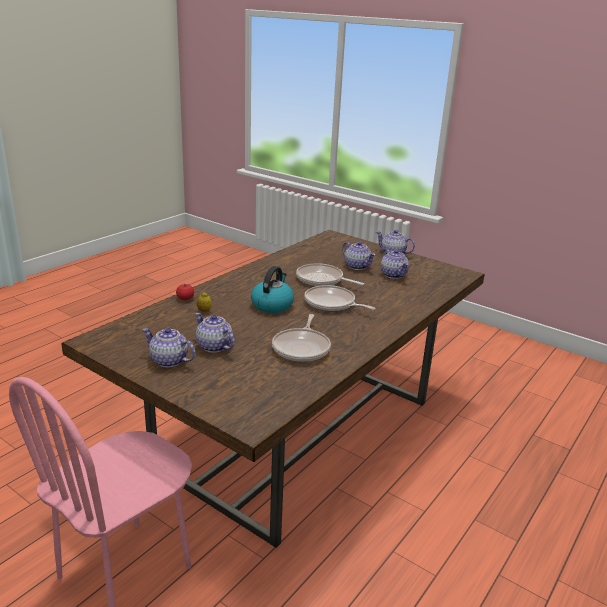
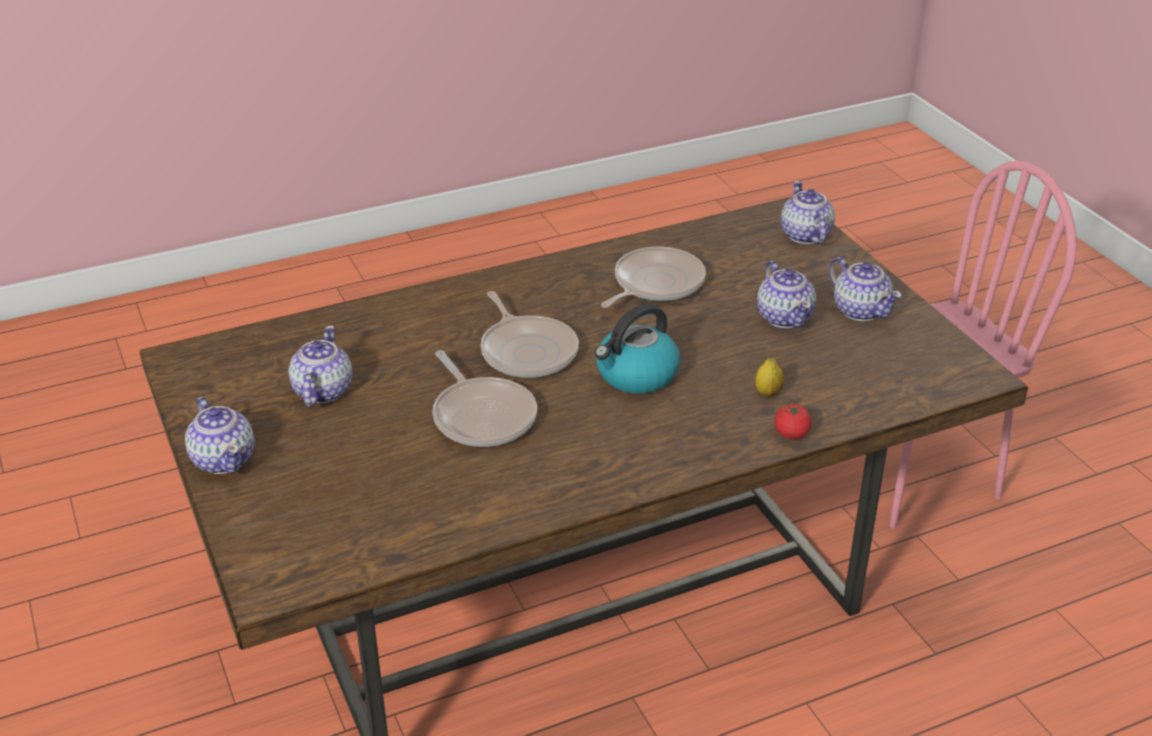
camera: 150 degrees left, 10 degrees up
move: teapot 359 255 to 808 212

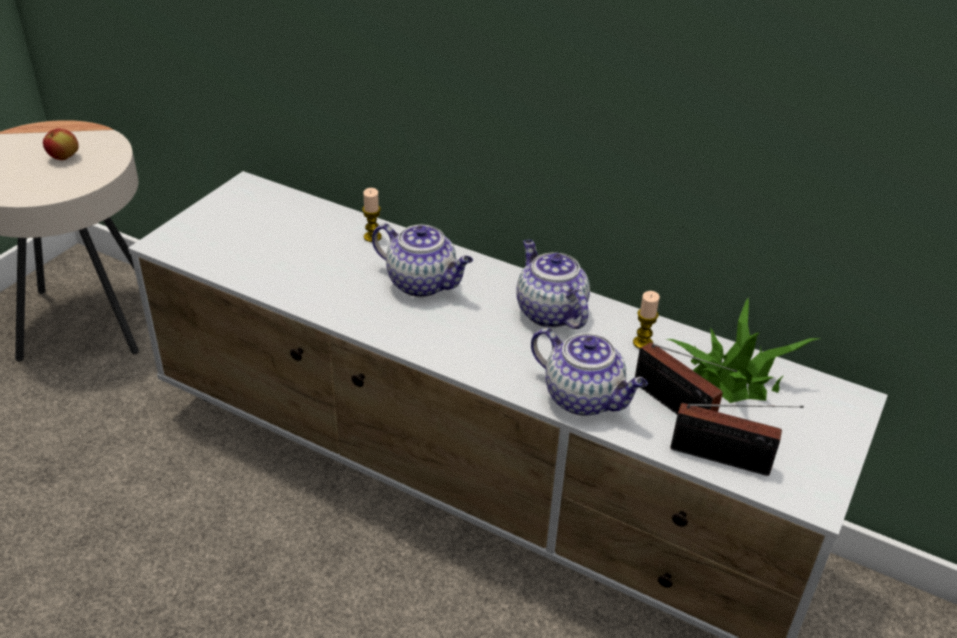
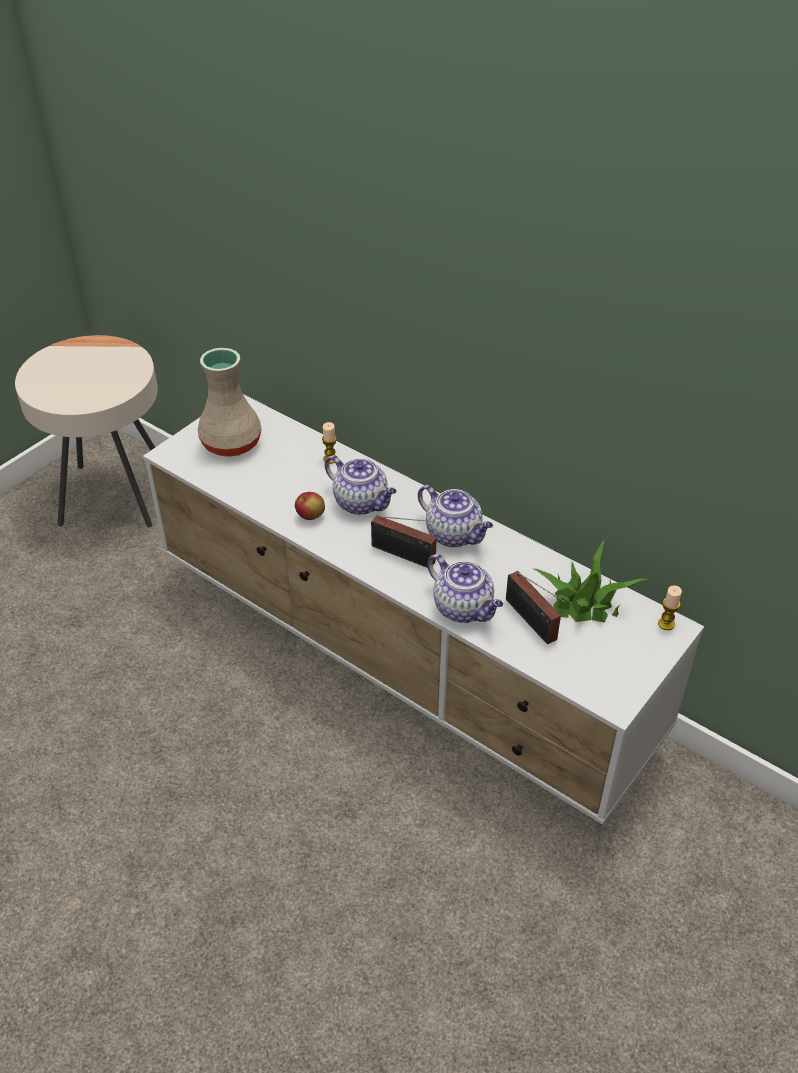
camera: 10 degrees right, 5 degrees up
insert: vase (beige) 230 402
move: apple 61 144 to 310 506; candle 646 320 to 670 607; radio 737 439 to 407 541
rotate: teapot 553 284 = 455 516 150 degrees clockwise

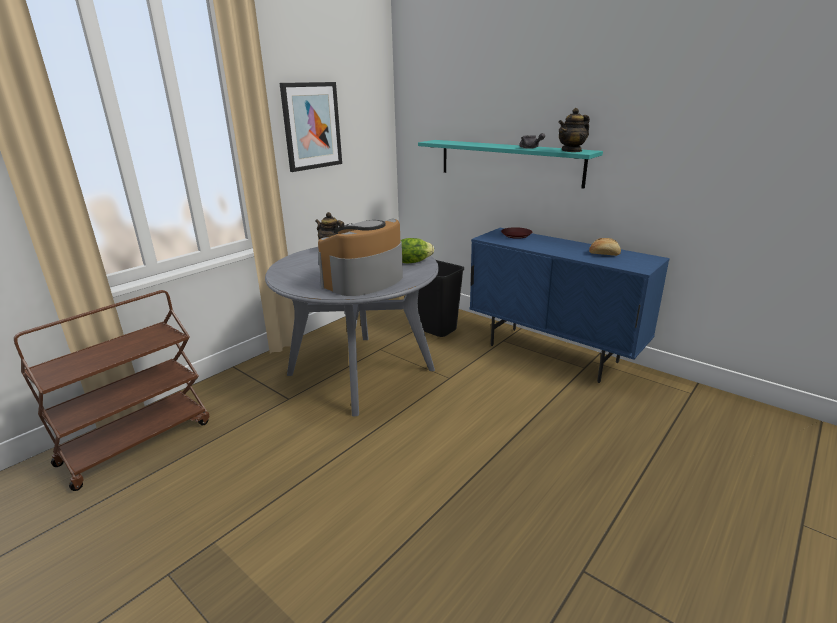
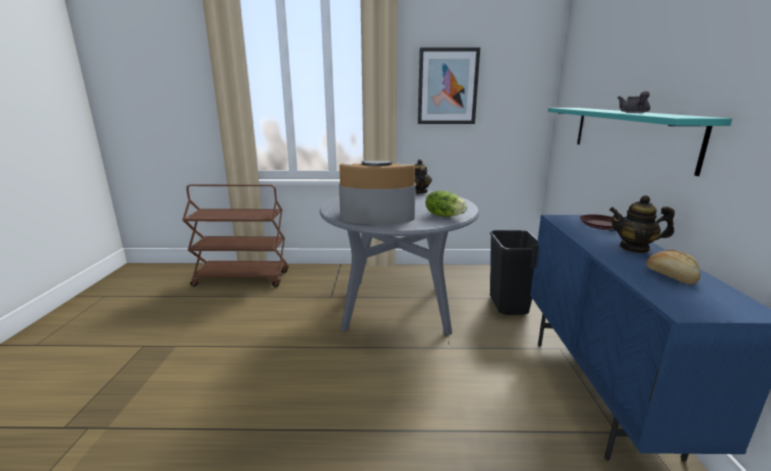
camera: 50 degrees right, 5 degrees down
move: teapot 574 130 to 642 224

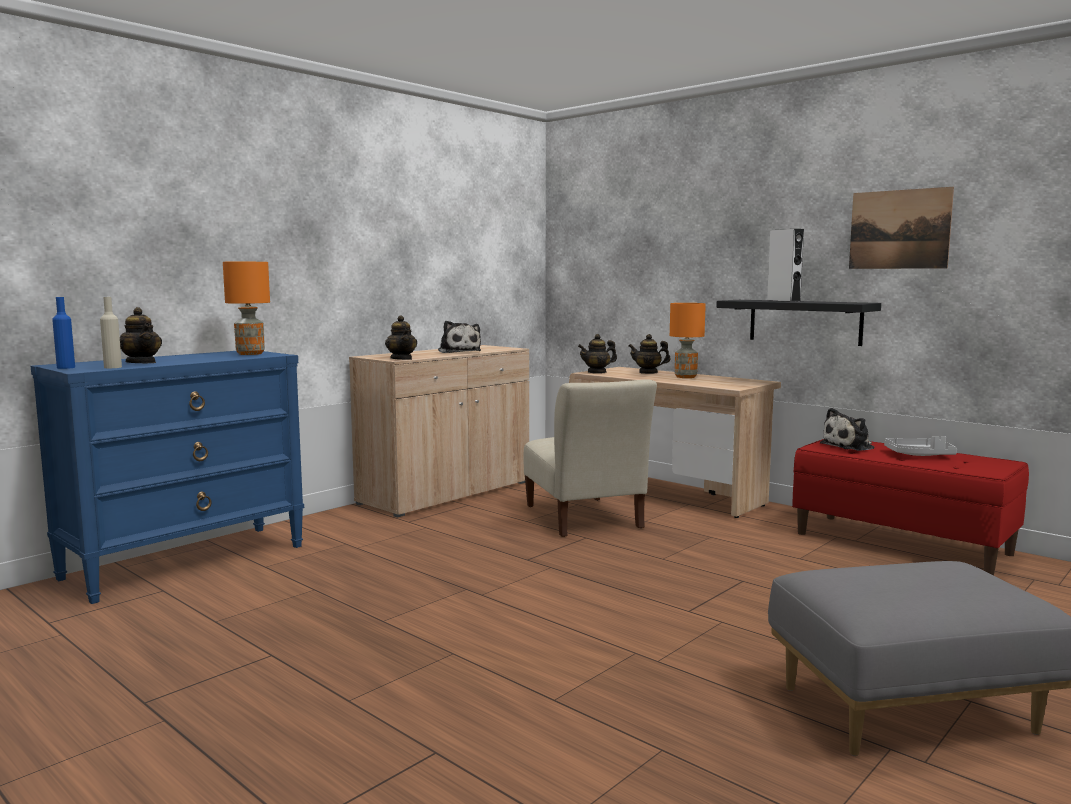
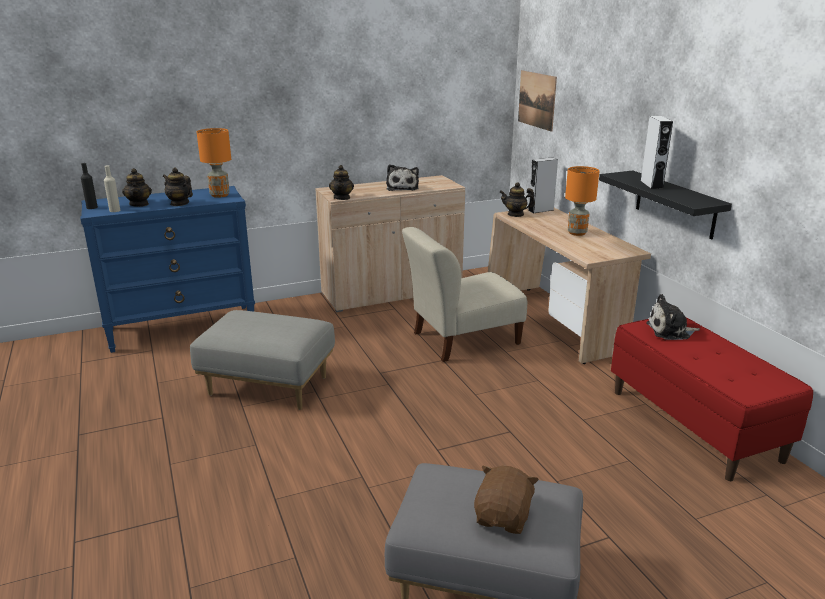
camera: 25 degrees right, 15 degrees up
delete: tray (grey) 920 446
insert: ottoman (grey) 262 360; plush toy (brown) 506 499; speaker (grey) 543 185
move: teapot 650 354 to 178 187; picture 901 228 to 537 101
recolor: bottle (blue) 63 333 to bottle (black) 89 186
rotate: chair (beige) 590 458 = 464 294 60 degrees clockwise

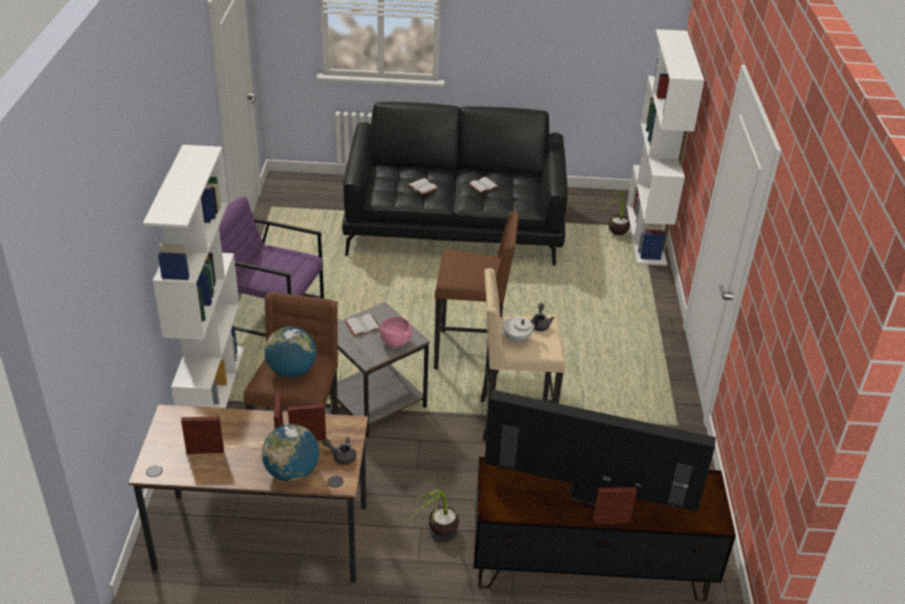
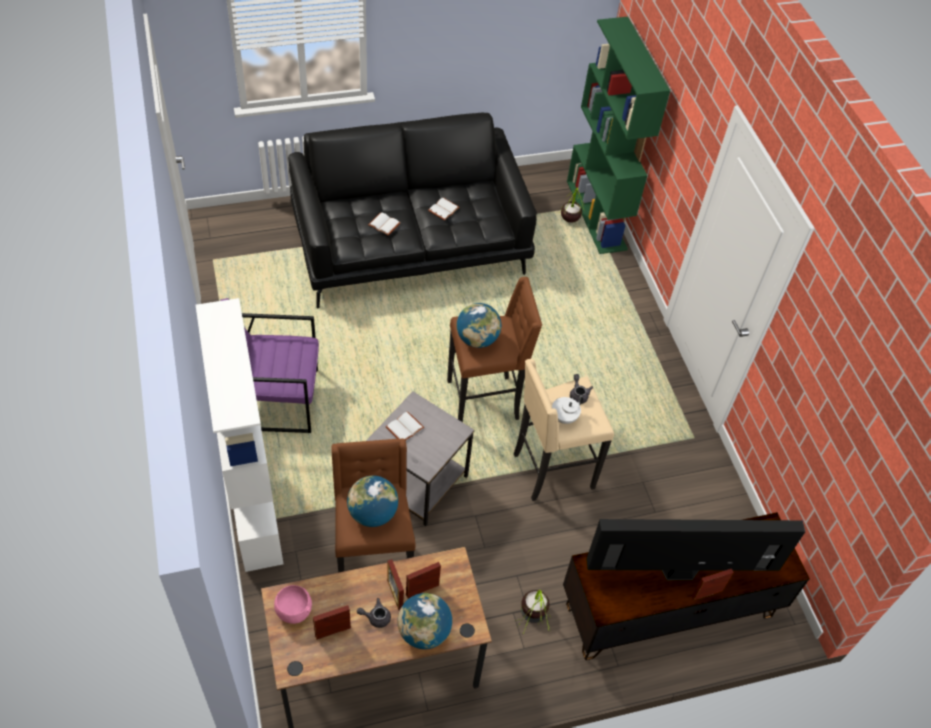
camera: 20 degrees left, 15 degrees up
insert: globe 479 325
move: teapot (grey) 339 451 to 374 613; bowl (pink) 396 332 to 293 604
recolor: bookcase (white) 665 147 to bookcase (green) 618 135

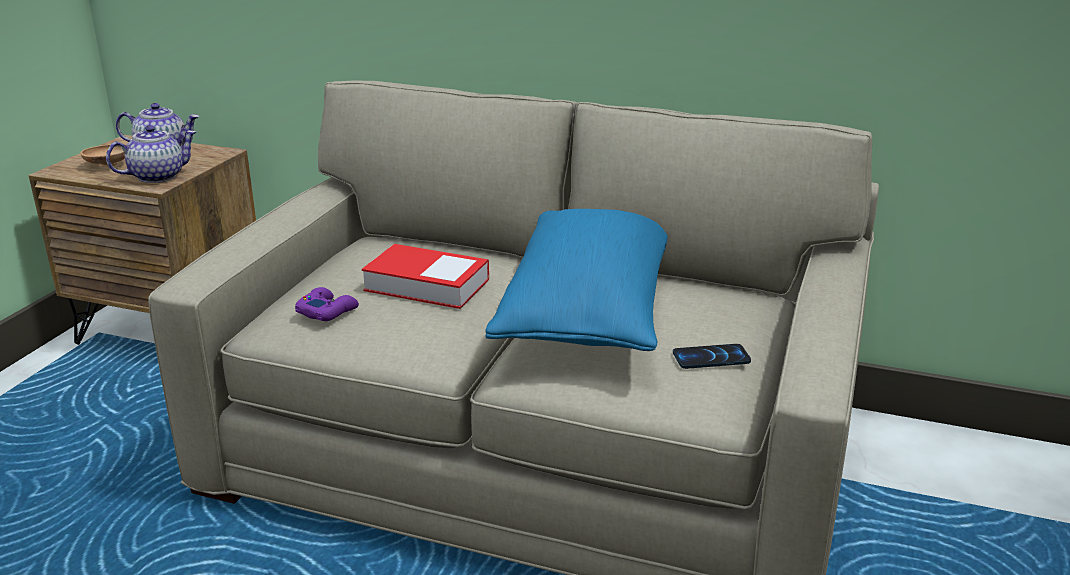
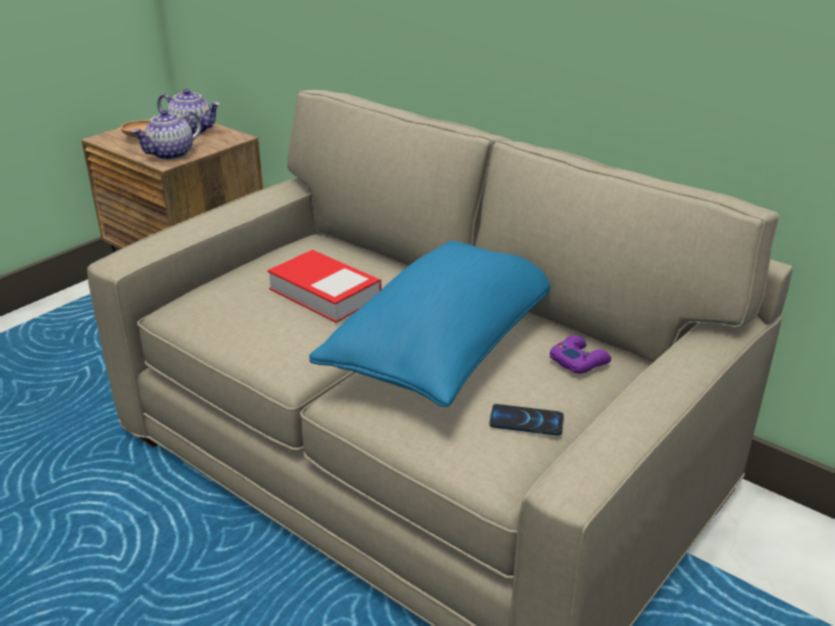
camera: 20 degrees right, 5 degrees up
move: game controller (purple) 327 304 to 580 354
rotate: teapot 151 154 = 166 135 150 degrees clockwise

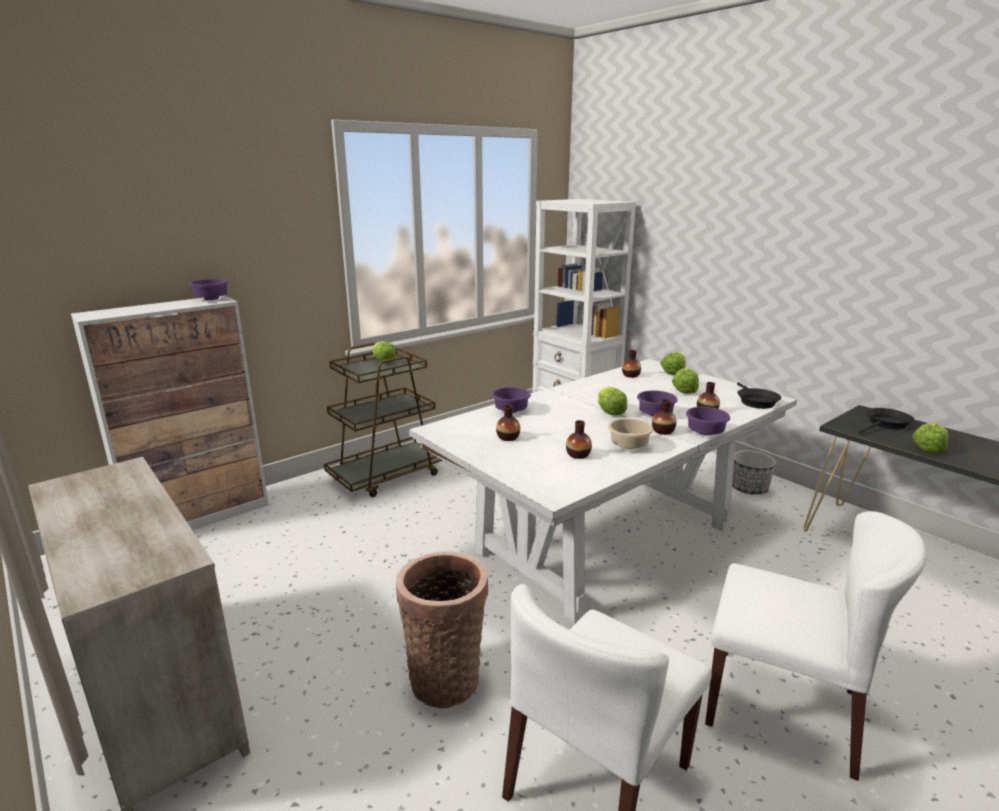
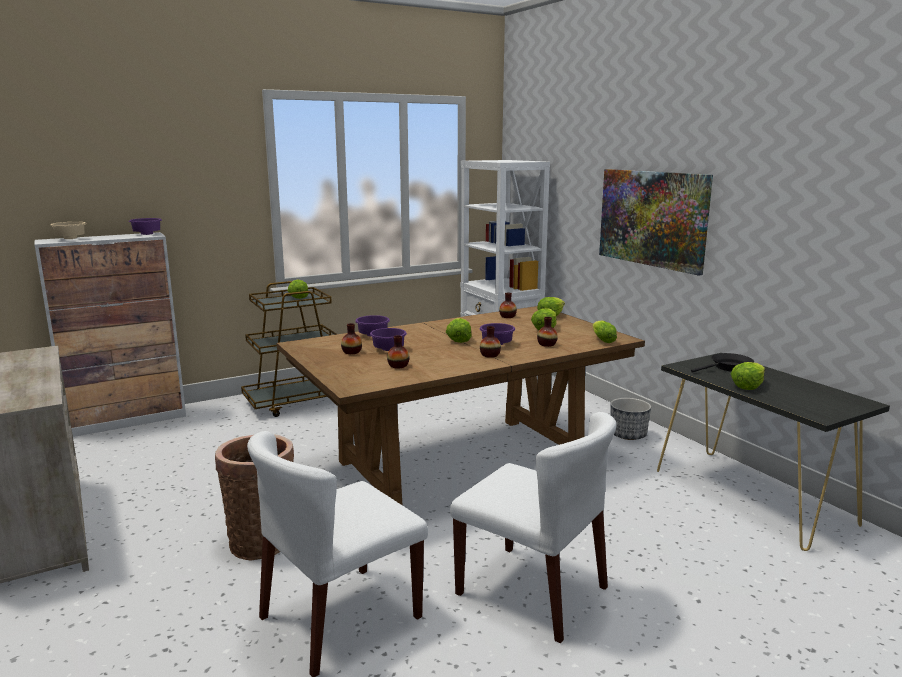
camera: 10 degrees right, 5 degrees down
insert: picture 656 222
move: bowl (beige) 630 433 to 68 230; bowl (purple) 708 421 to 388 339
replace: frying pan (black) 759 395 to lettuce 605 331
recolor: dining table (white) 603 491 to dining table (brown) 461 405

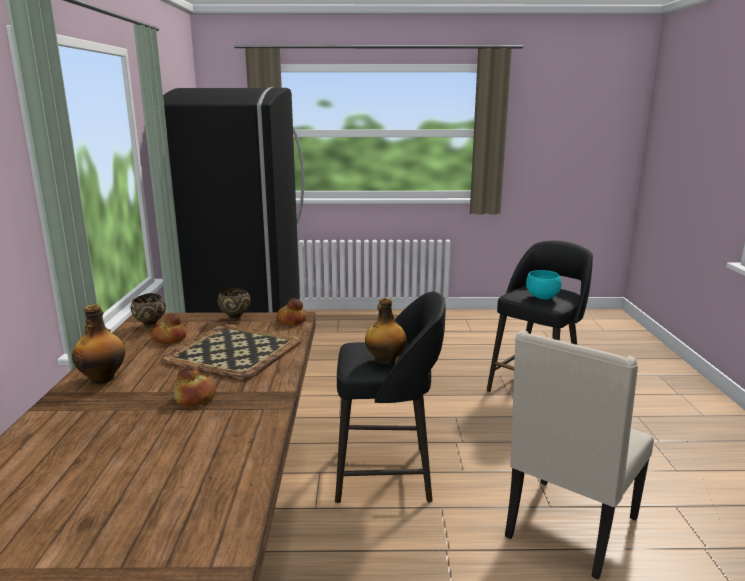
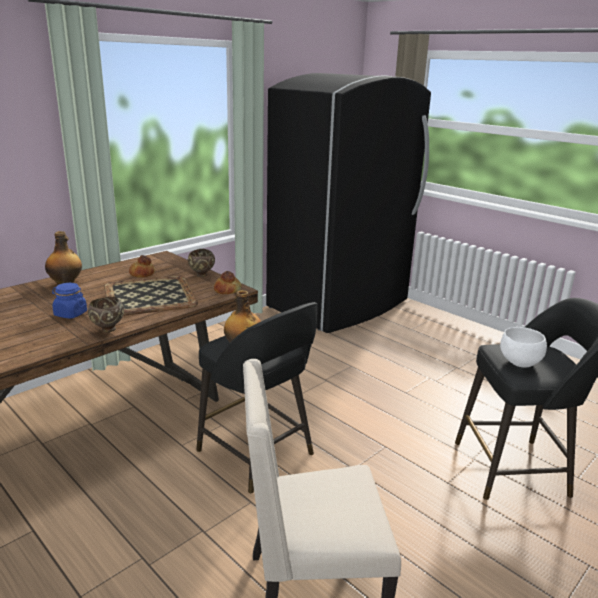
camera: 45 degrees right, 5 degrees up
move: bowl (brown) 148 310 to 106 314
replace: bread 195 386 to jar (blue) 69 301
recolor: bowl (turquoise) 544 285 to bowl (white) 523 347

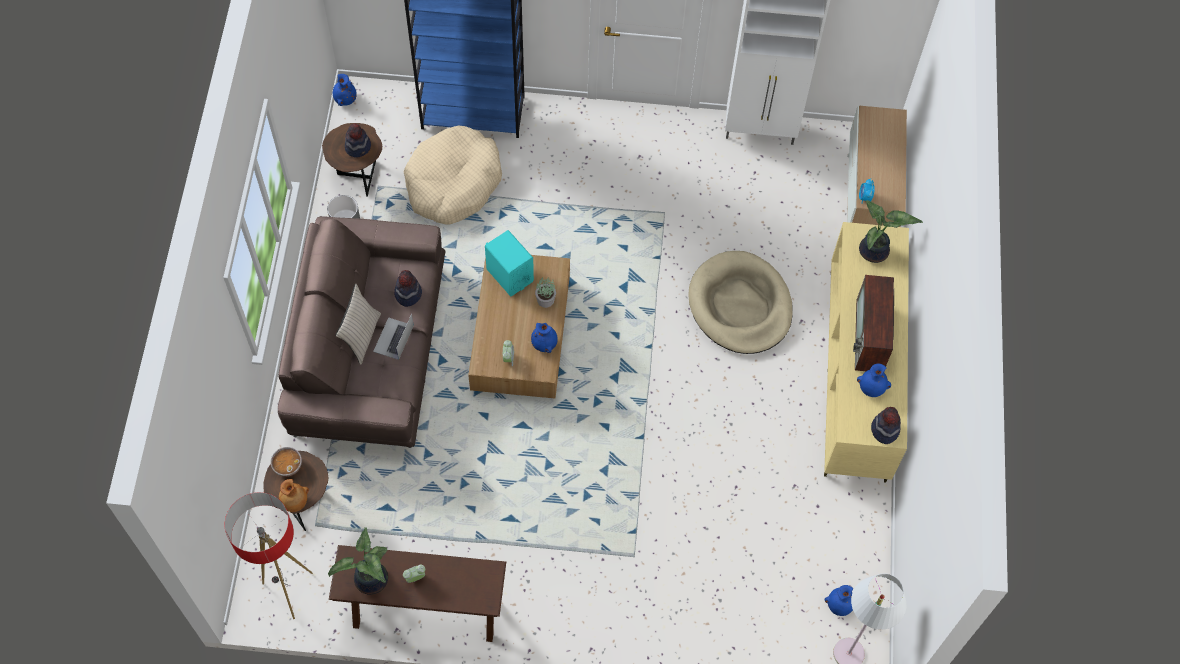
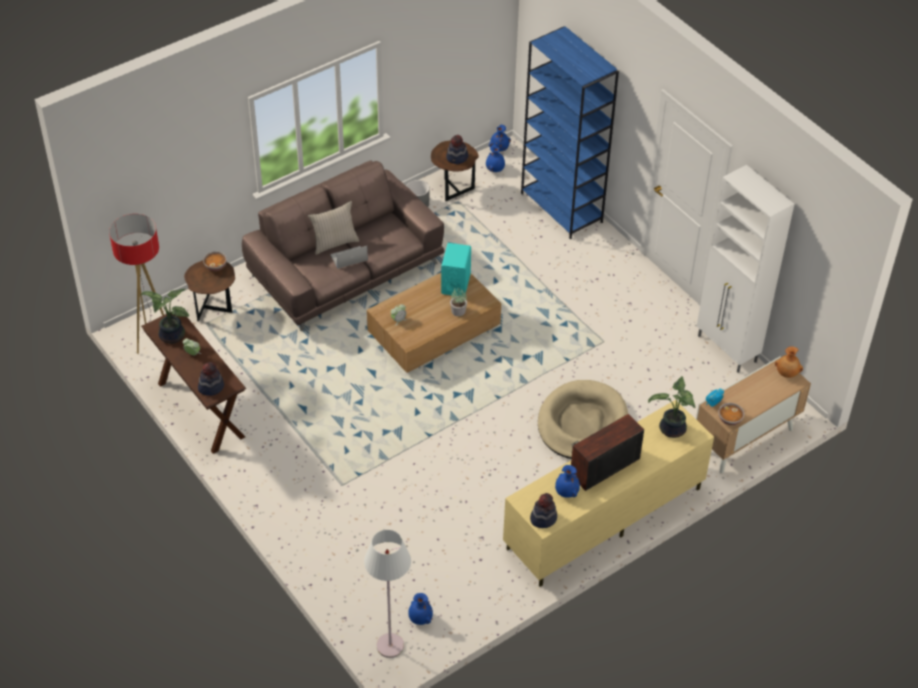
camera: 50 degrees right, 15 degrees down
delete: dog bed (beige) 453 175
insert: bowl 731 414
move: vase (brown) 294 495 to 789 362; hat 408 288 to 211 379; vase (blue) 544 338 to 495 158

